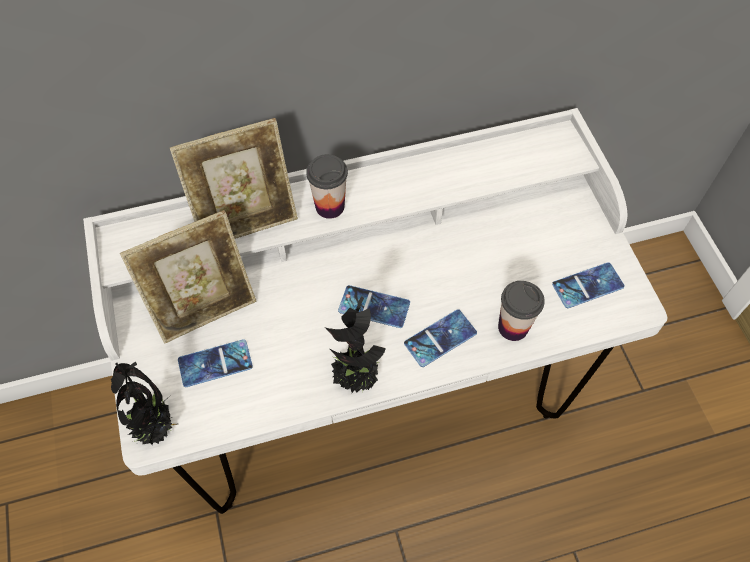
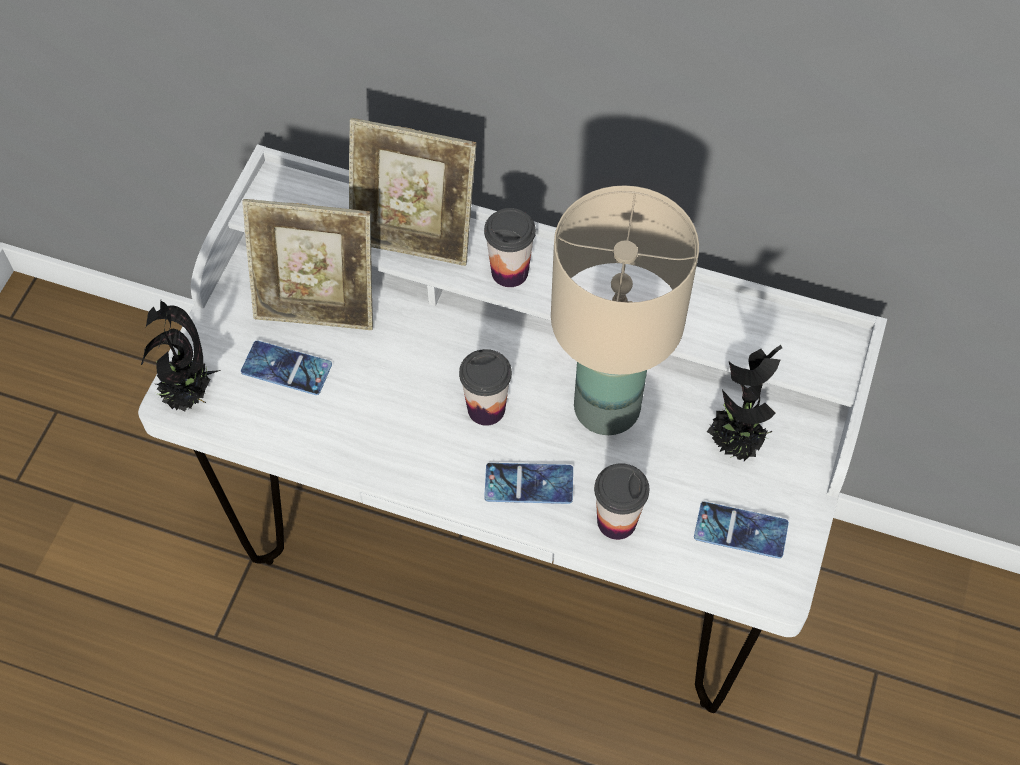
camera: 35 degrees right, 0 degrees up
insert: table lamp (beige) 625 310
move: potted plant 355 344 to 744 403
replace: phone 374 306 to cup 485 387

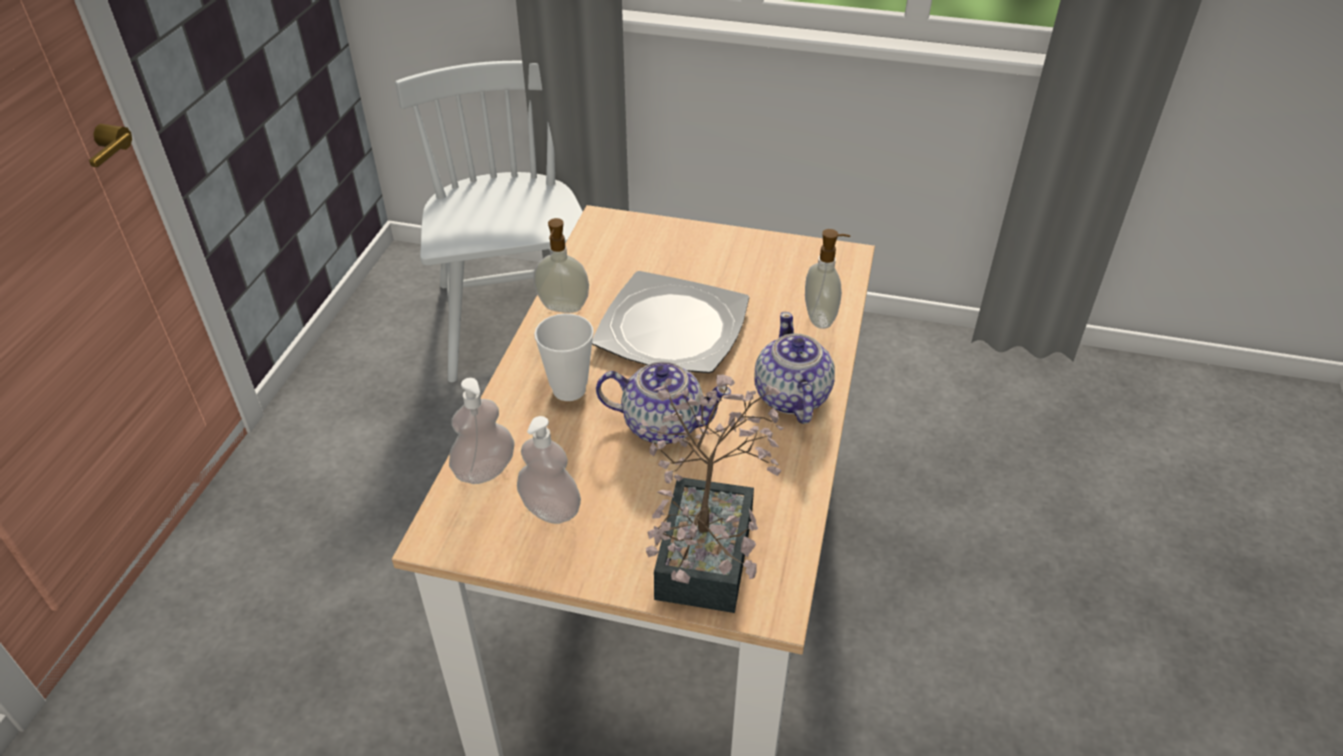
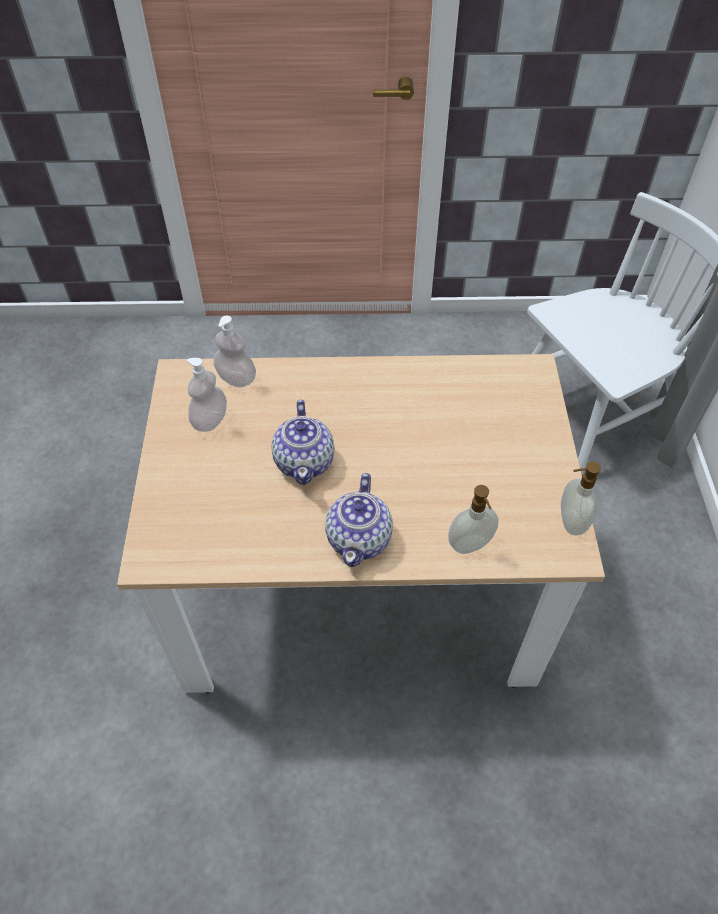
camera: 75 degrees right, 10 degrees up
delete: cup 564 357; plate 670 322; potted plant 711 494
move: soap dispenser 561 265 to 581 498
rotate: teapot 794 368 = 359 520 120 degrees clockwise

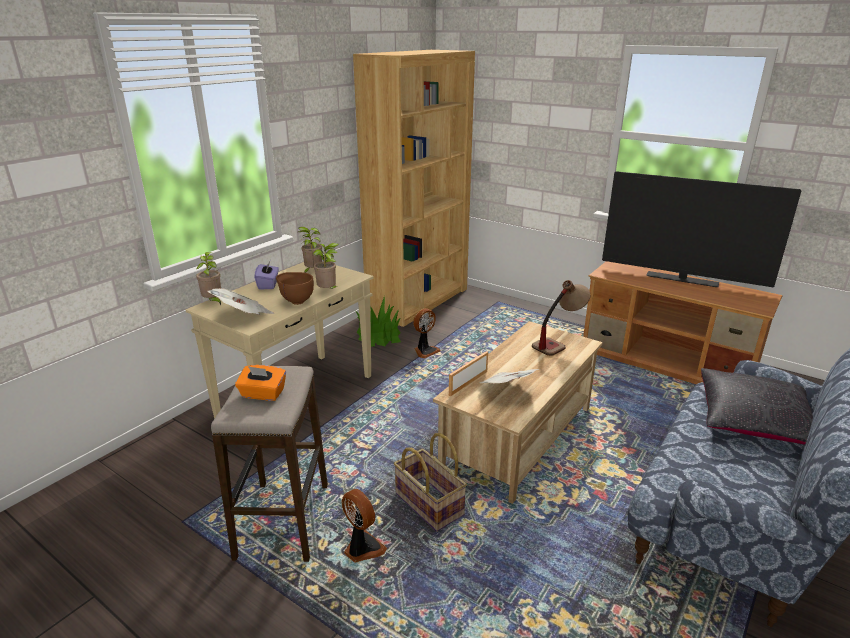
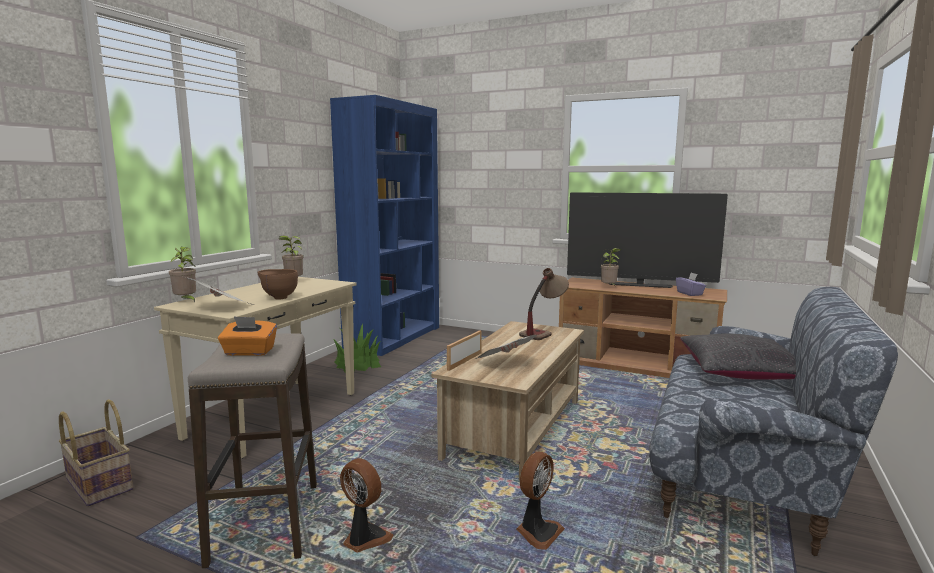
camera: 10 degrees left, 15 degrees down
move: tissue box (purple) 266 275 to 691 284; potted plant 326 266 to 611 267; basket 430 482 to 96 453; fan 427 333 to 540 500
recolor: bookcase (brown) 414 188 to bookcase (blue) 384 225

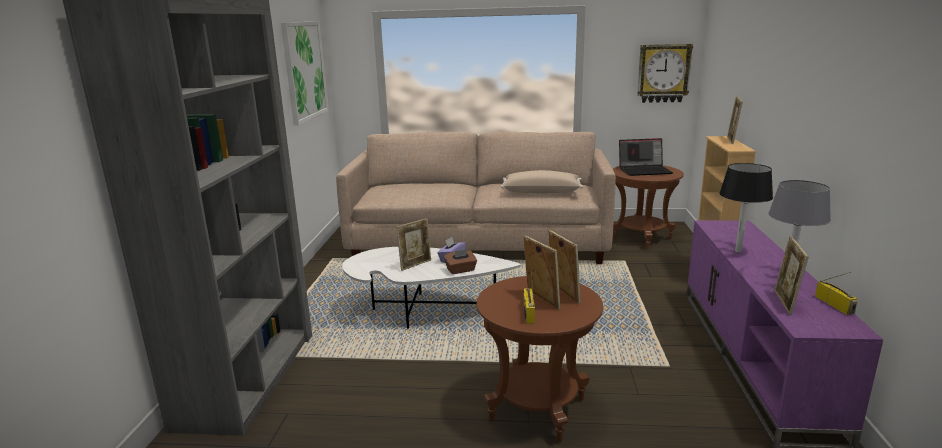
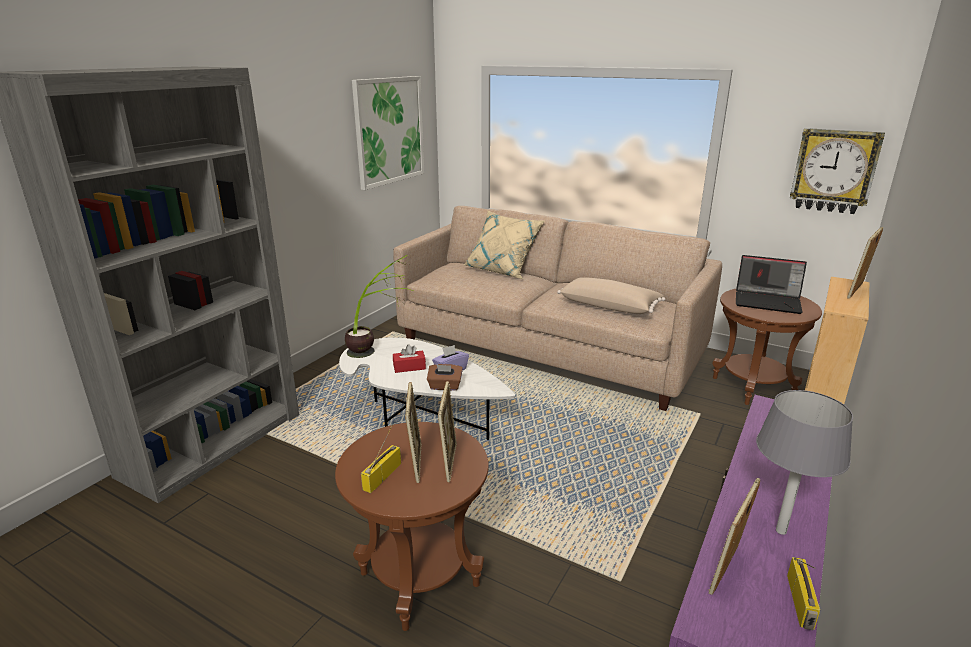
camera: 25 degrees right, 5 degrees up
delete: table lamp (black) 746 208
insert: potted plant 379 306; pillow (beige) 504 245
replace: picture frame 413 244 to tissue box (red) 409 358

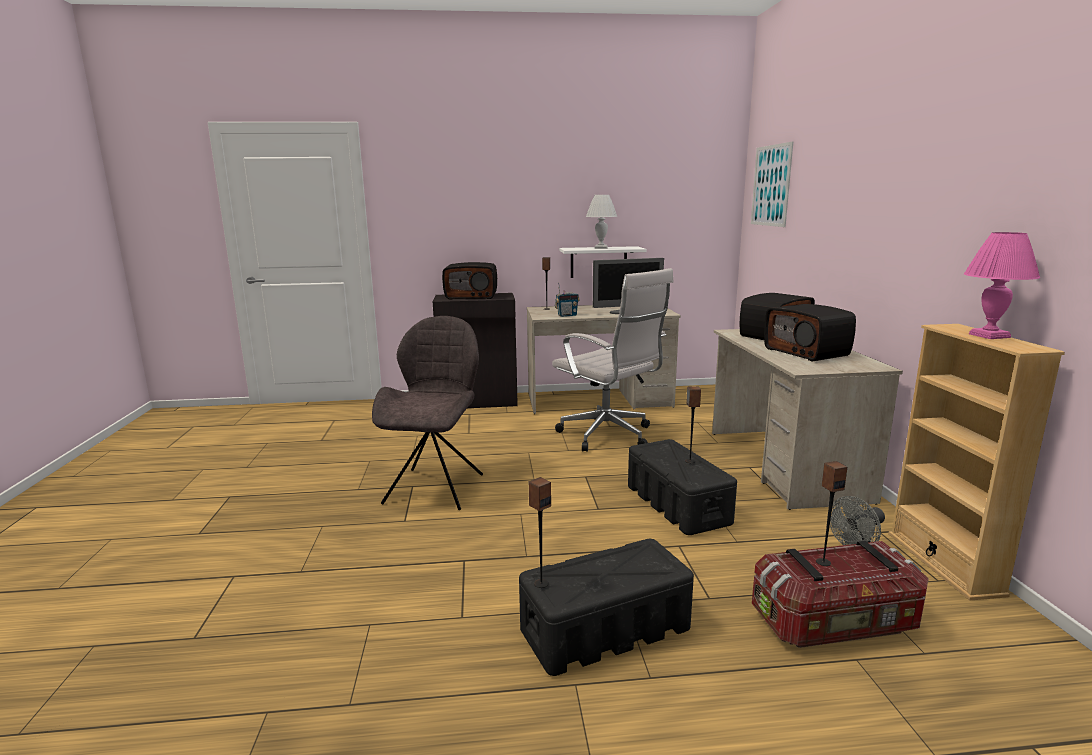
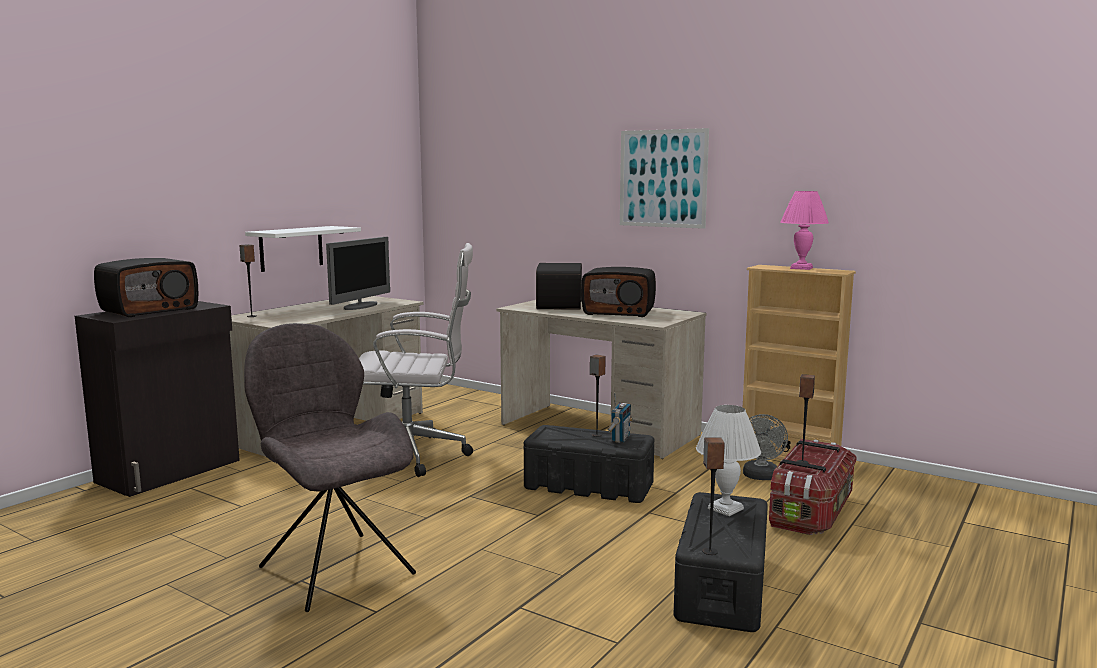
camera: 50 degrees left, 5 degrees down
move: radio 567 299 to 620 417; table lamp (white) 602 222 to 728 460; picture 772 184 to 664 178

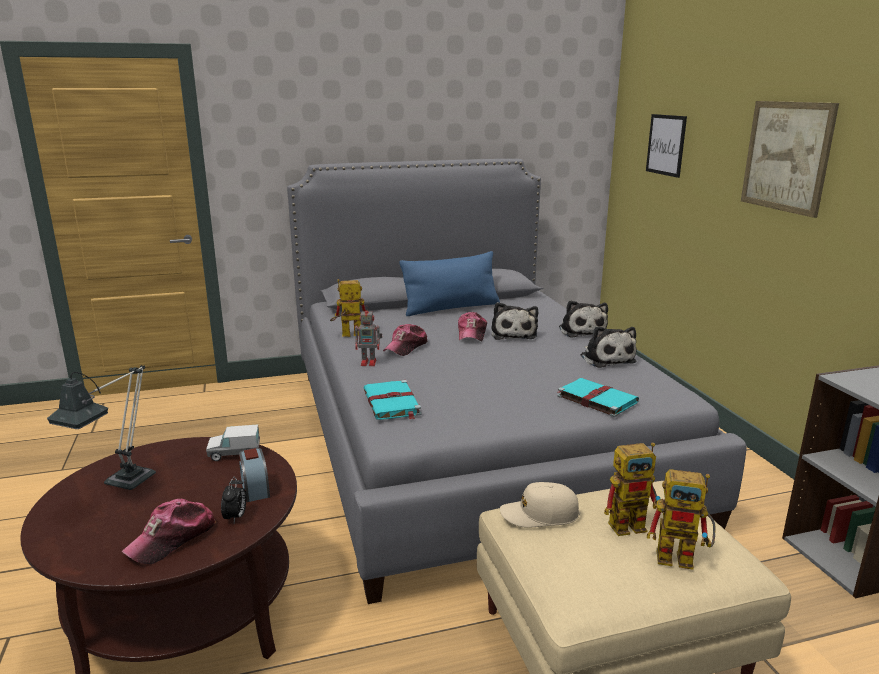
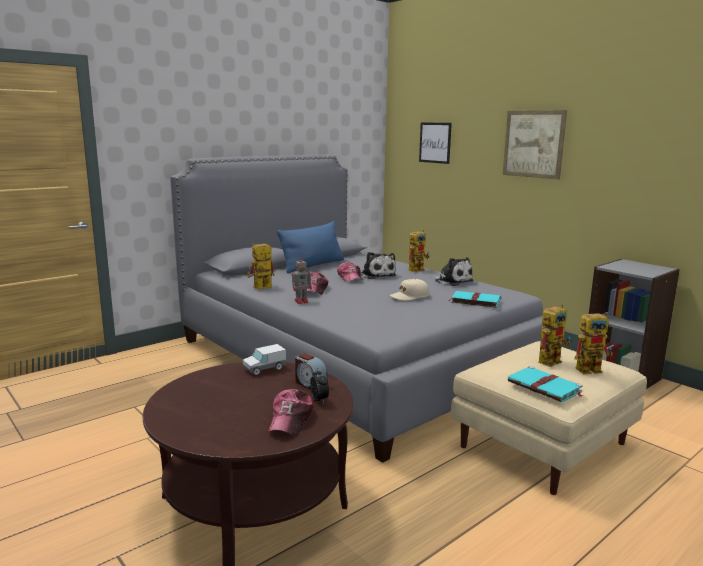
camera: 25 degrees left, 5 degrees down
delete: table lamp 101 427
move: book (turquoise) 393 400 to 545 384; cap (beige) 540 505 to 409 290
replace: plush toy 583 319 to toy robot 419 250

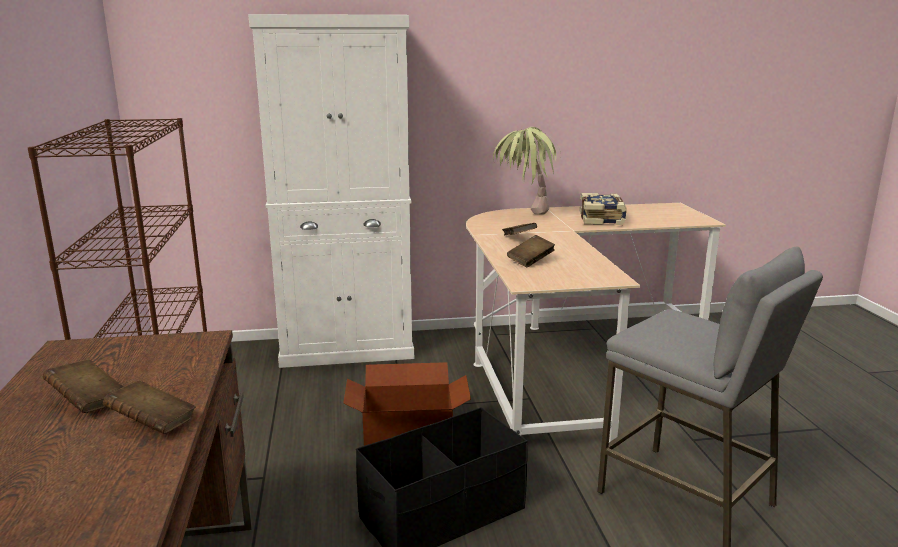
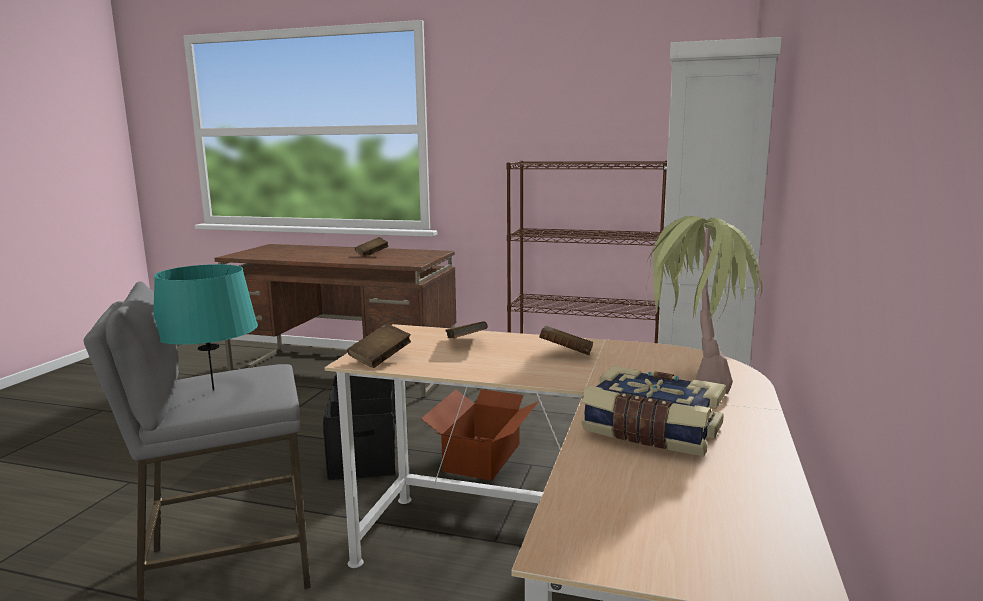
camera: 115 degrees right, 5 degrees down
insert: table lamp (turquoise) 205 327
move: book (brown) 149 407 to 379 345

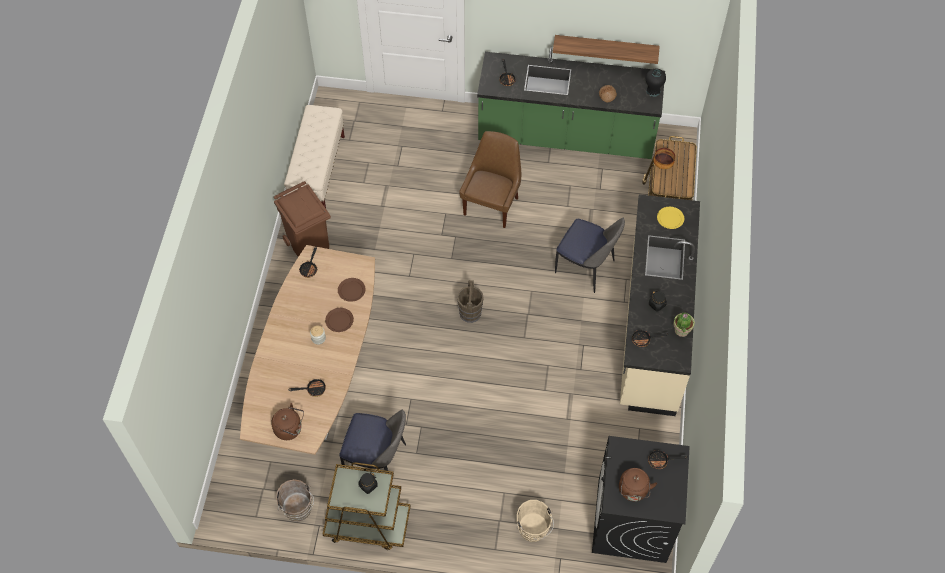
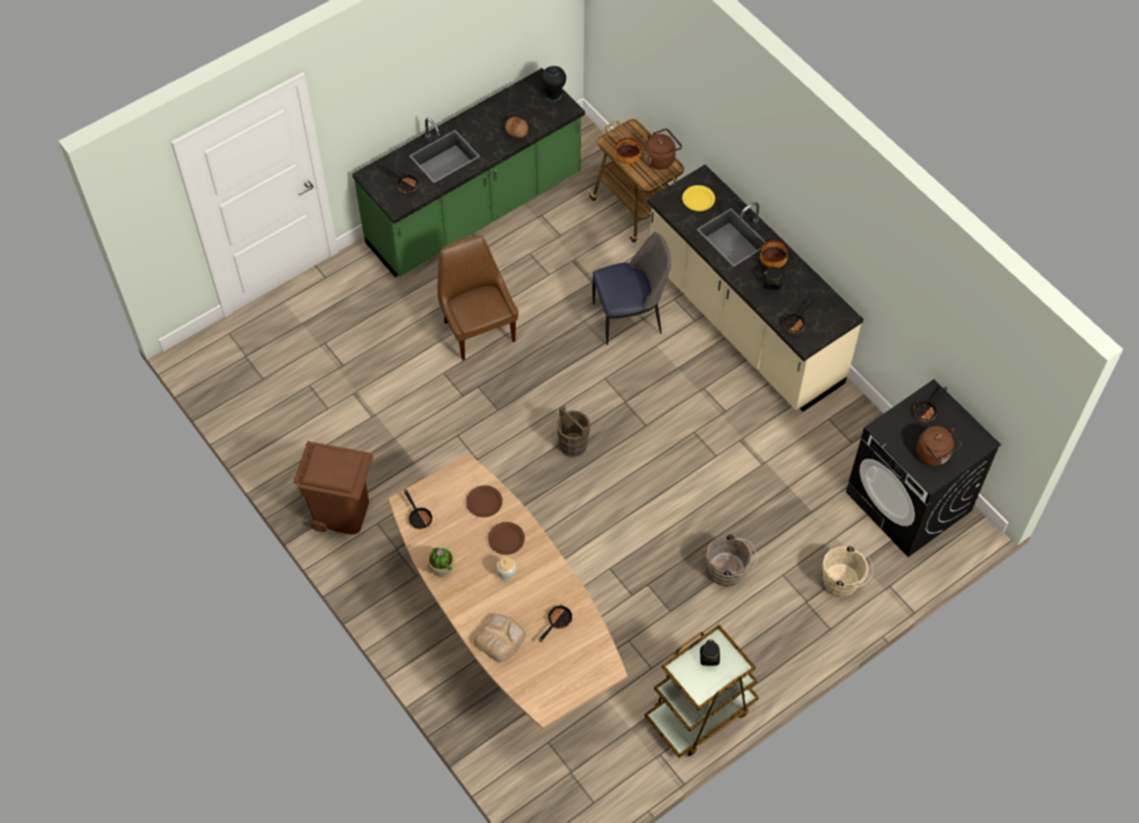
camera: 45 degrees left, 0 degrees up
delete: bench (beige) 314 156; chair 372 448; shelf 606 49
insert: bread 500 638; bowl 774 254
move: kettle (brown) 287 421 to 663 148; bucket (brown) 295 500 to 731 560; potted plant 684 324 to 441 562

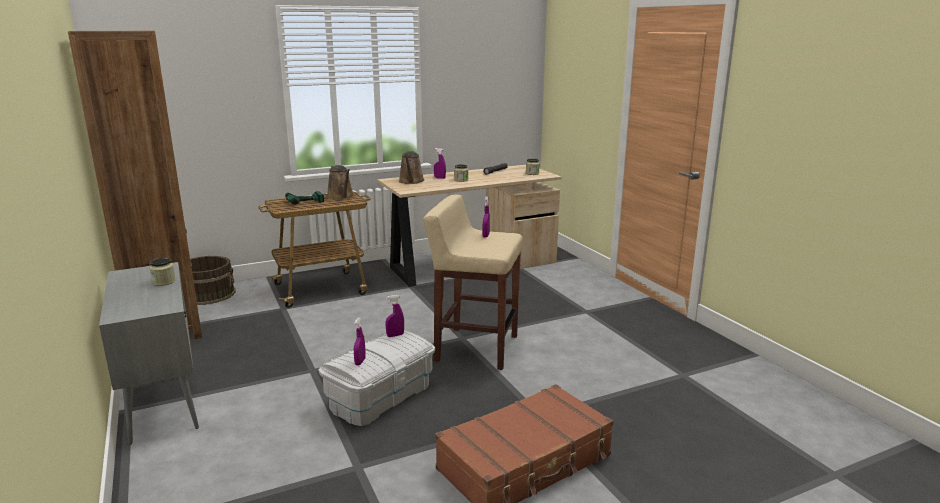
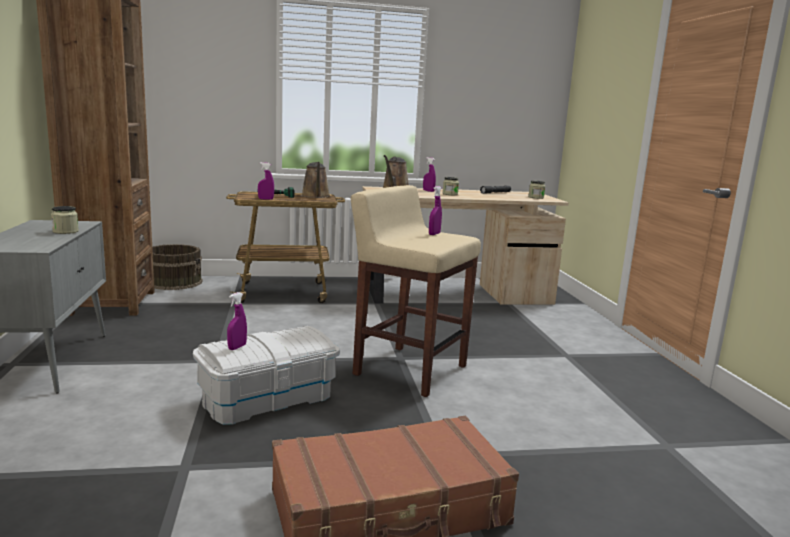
camera: 15 degrees right, 5 degrees down
move: spray bottle (purple) 394 316 to 266 181

